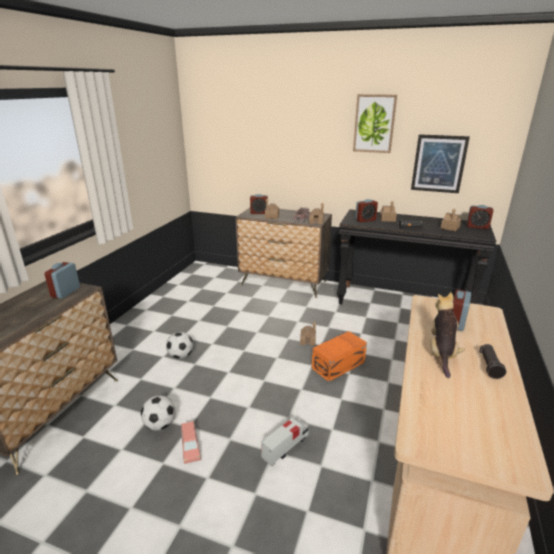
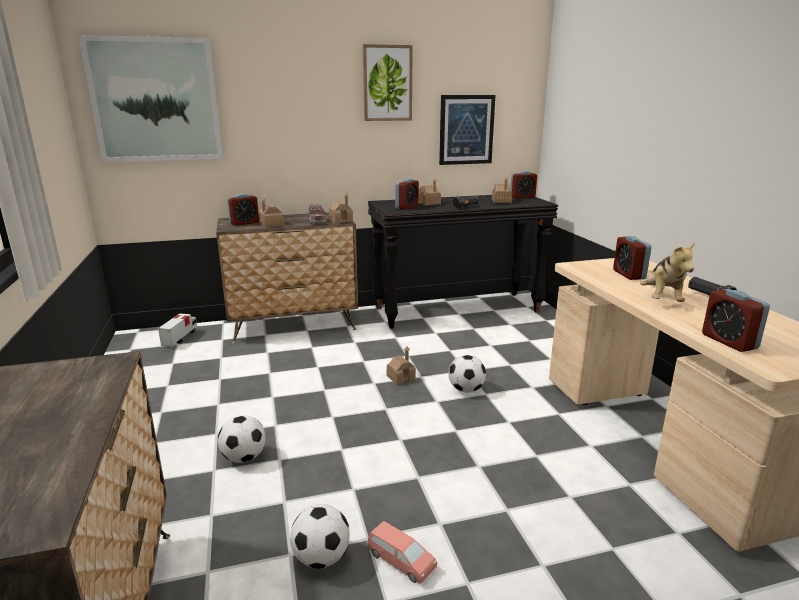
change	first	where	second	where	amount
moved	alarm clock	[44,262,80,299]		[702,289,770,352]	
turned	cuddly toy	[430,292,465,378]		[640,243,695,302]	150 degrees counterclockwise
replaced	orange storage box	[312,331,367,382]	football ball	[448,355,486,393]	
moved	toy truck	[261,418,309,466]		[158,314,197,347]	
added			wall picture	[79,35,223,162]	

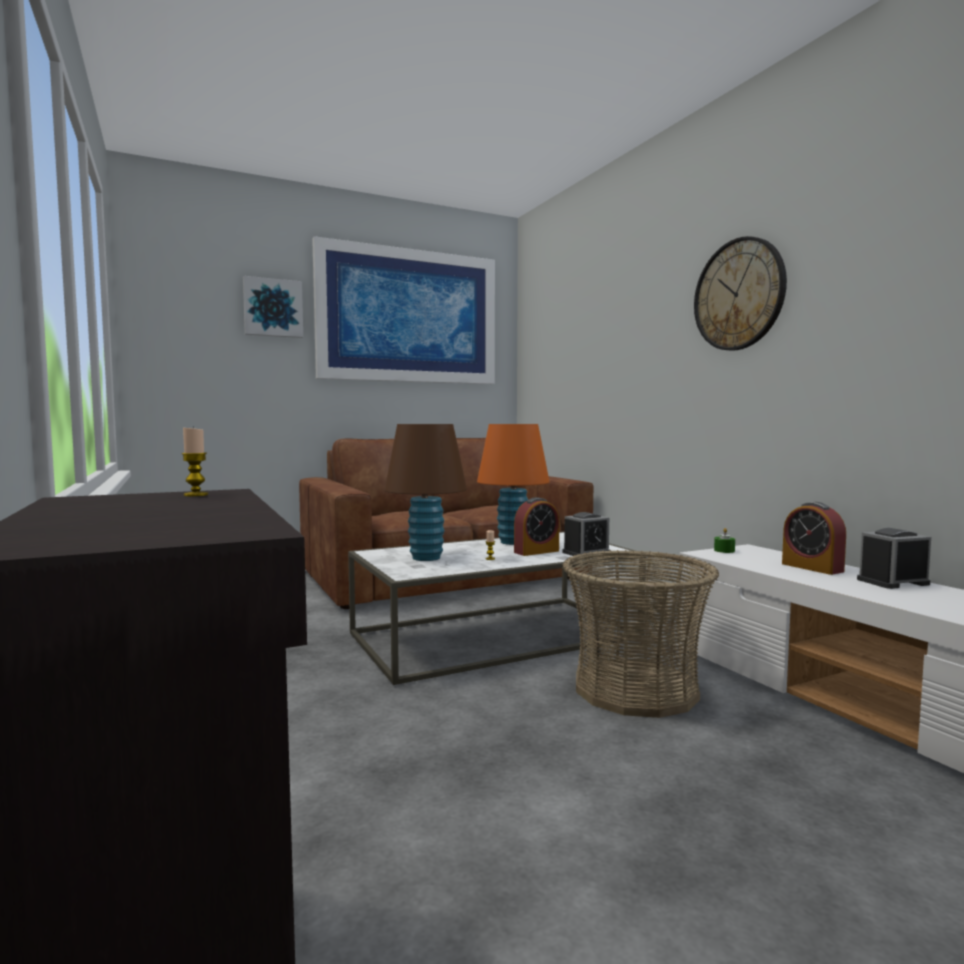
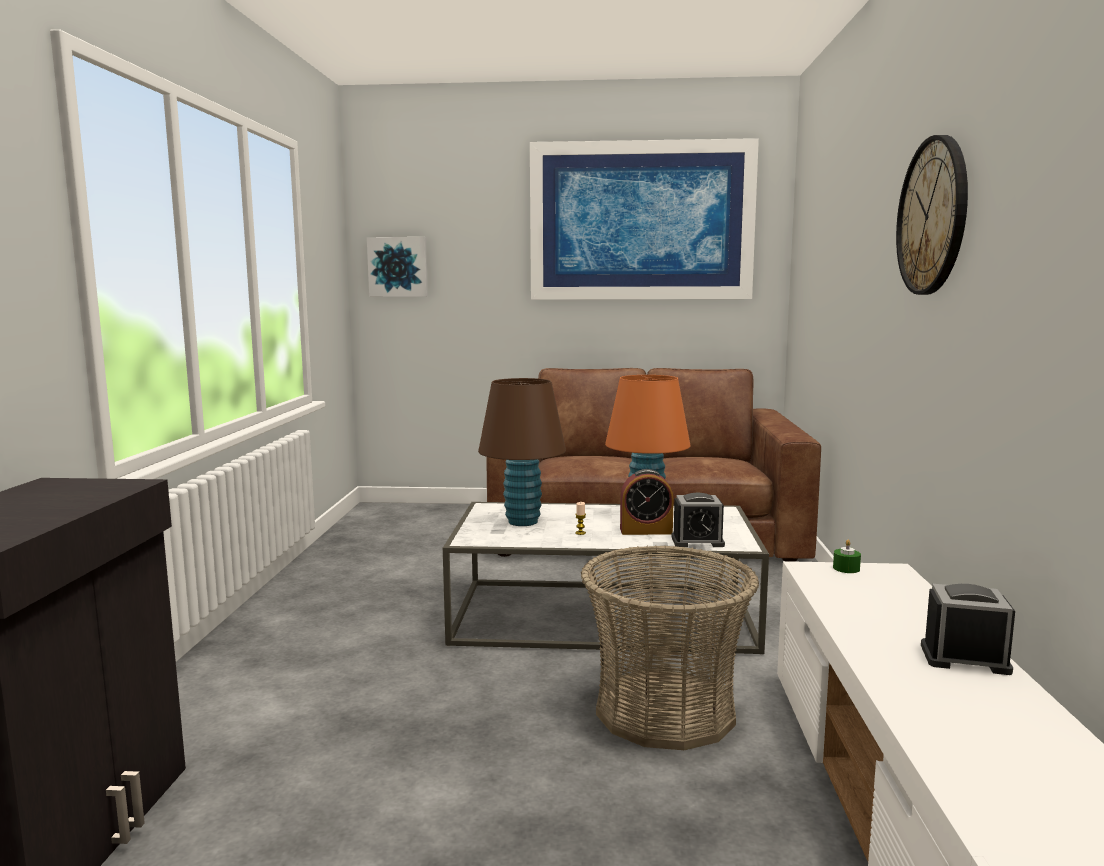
change	first	where	second	where	amount
moved	wall picture	[243,276,303,338]		[367,237,428,297]	
removed	wax light	[181,427,208,496]			
removed	alarm clock	[782,502,846,575]			

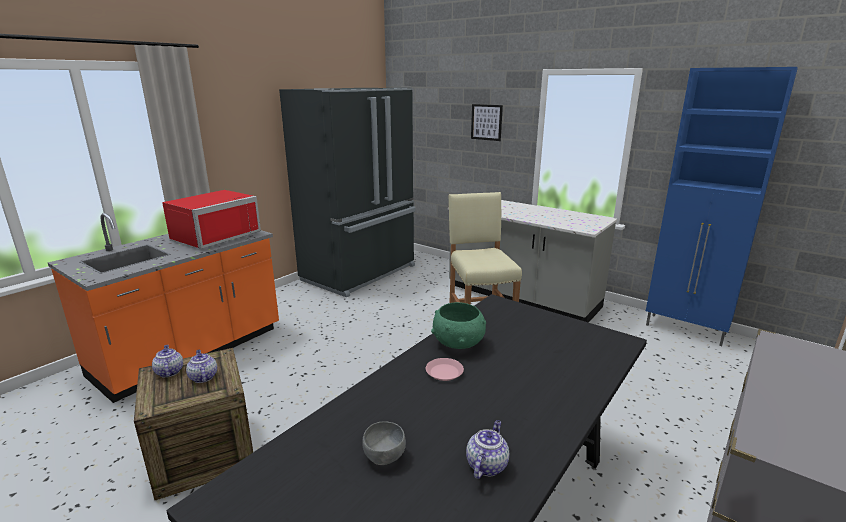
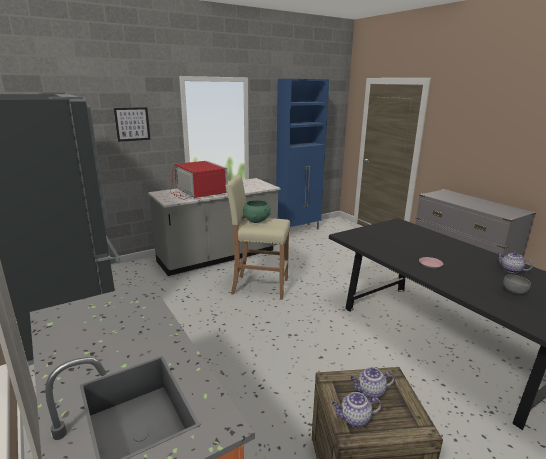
change	first	where	second	where	amount
moved	reddish microwave	[162,190,261,249]		[170,161,228,200]	
moved	green-coloured serving bowl	[431,302,486,349]		[243,200,271,223]	

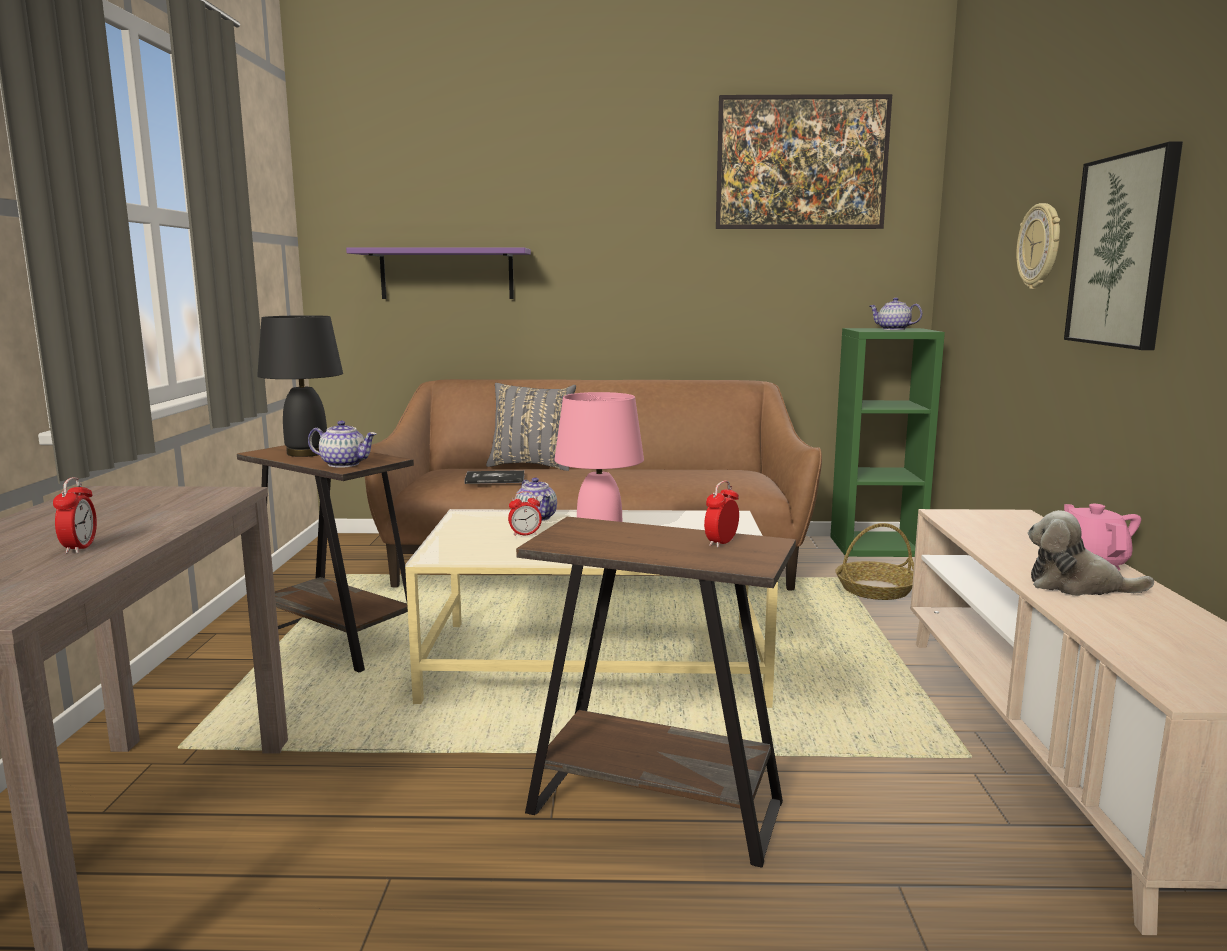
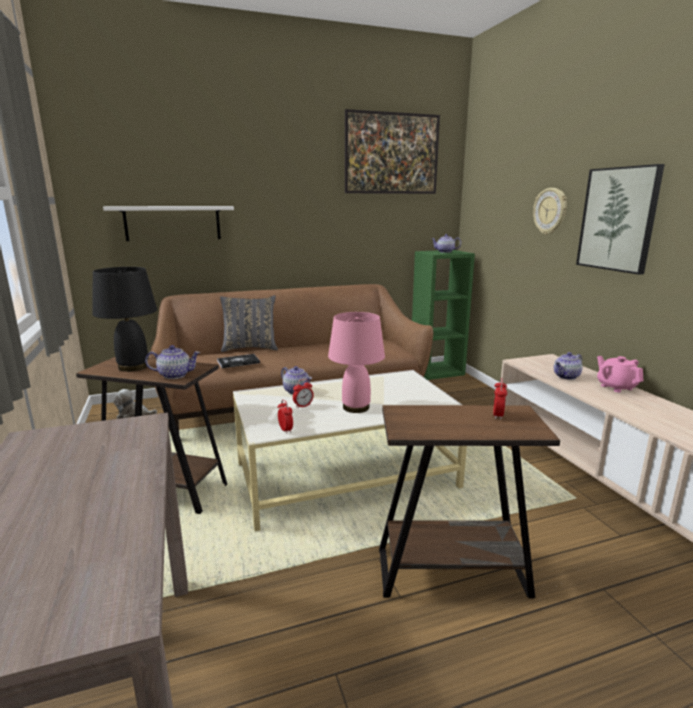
change	first	where	second	where	amount
recoloured	purplish bracket shelf	[346,247,531,299]	white bracket shelf	[103,206,234,241]	
moved	alarm clock	[53,477,97,554]		[278,400,293,434]	
moved	cuddly toy	[1028,510,1154,596]		[113,389,157,419]	
removed	basket	[835,523,914,600]			
added			teapot	[554,352,583,380]	

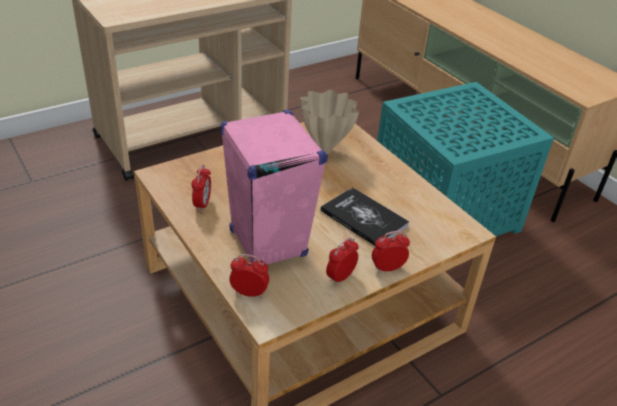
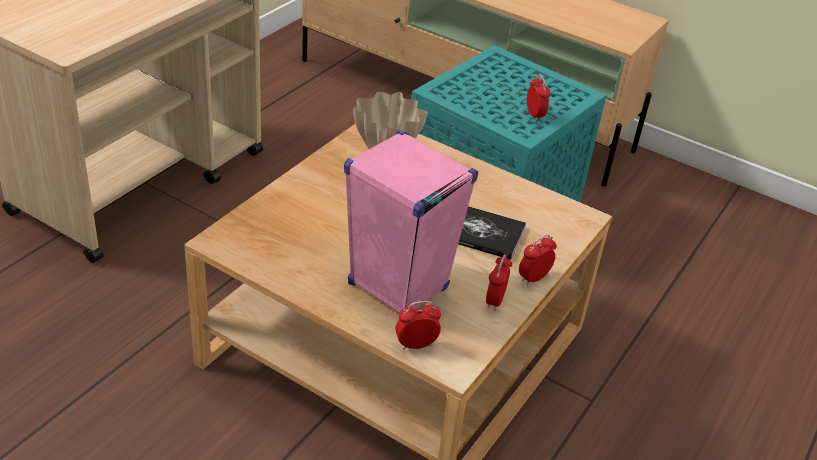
change	first	where	second	where	amount
moved	alarm clock	[191,165,211,212]		[527,74,550,121]	

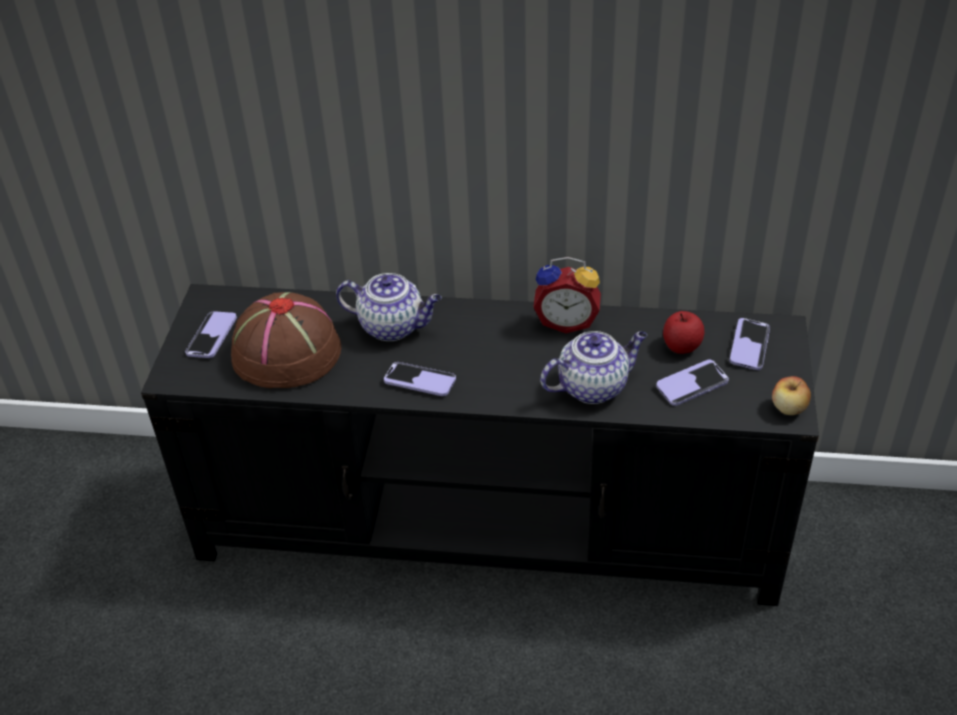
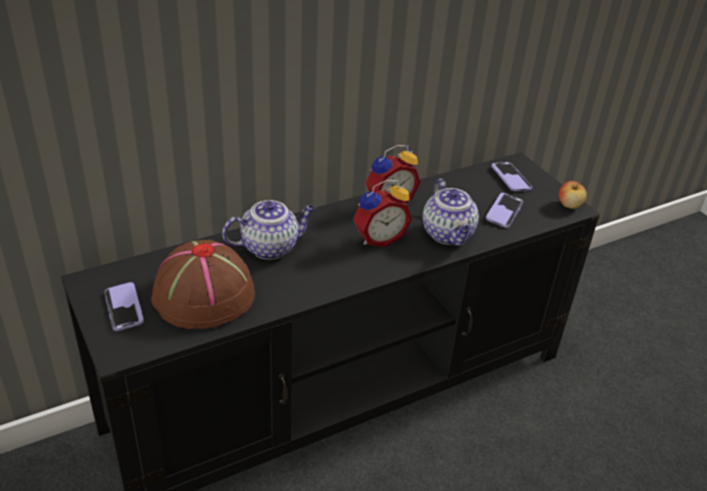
change	first	where	second	where	amount
removed	apple fruit	[663,311,704,354]			
turned	teapot	[540,331,647,404]		[422,179,479,246]	135 degrees clockwise
removed	handset	[384,362,456,396]			
added			alarm clock	[353,180,412,247]	

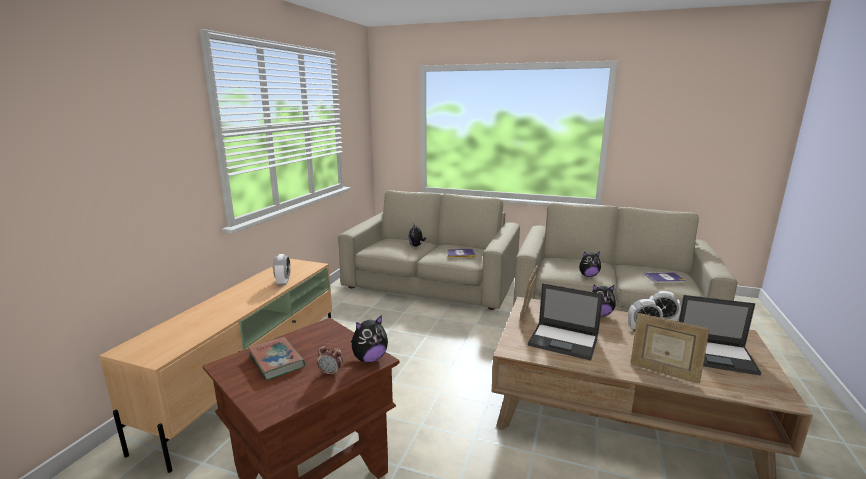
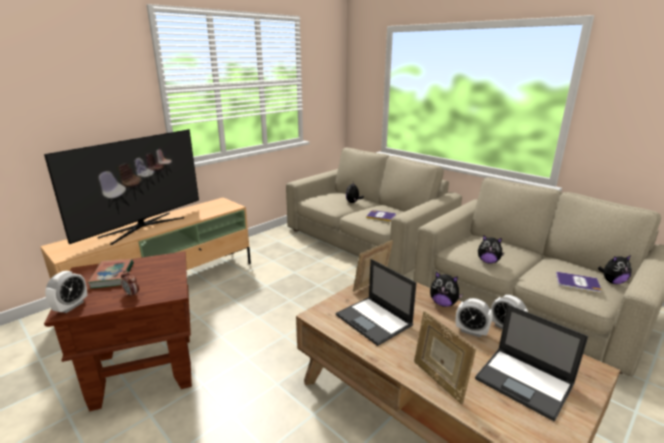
change	first	where	second	where	amount
moved	alarm clock	[273,254,291,285]		[45,271,87,313]	
moved	cuddly toy	[351,315,388,362]		[598,255,632,284]	
added			TV	[44,129,199,245]	

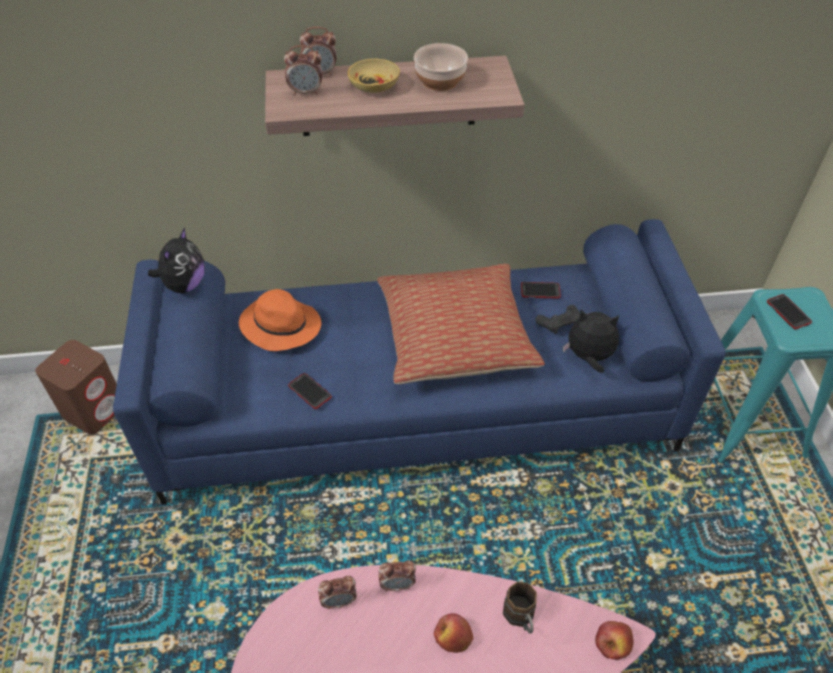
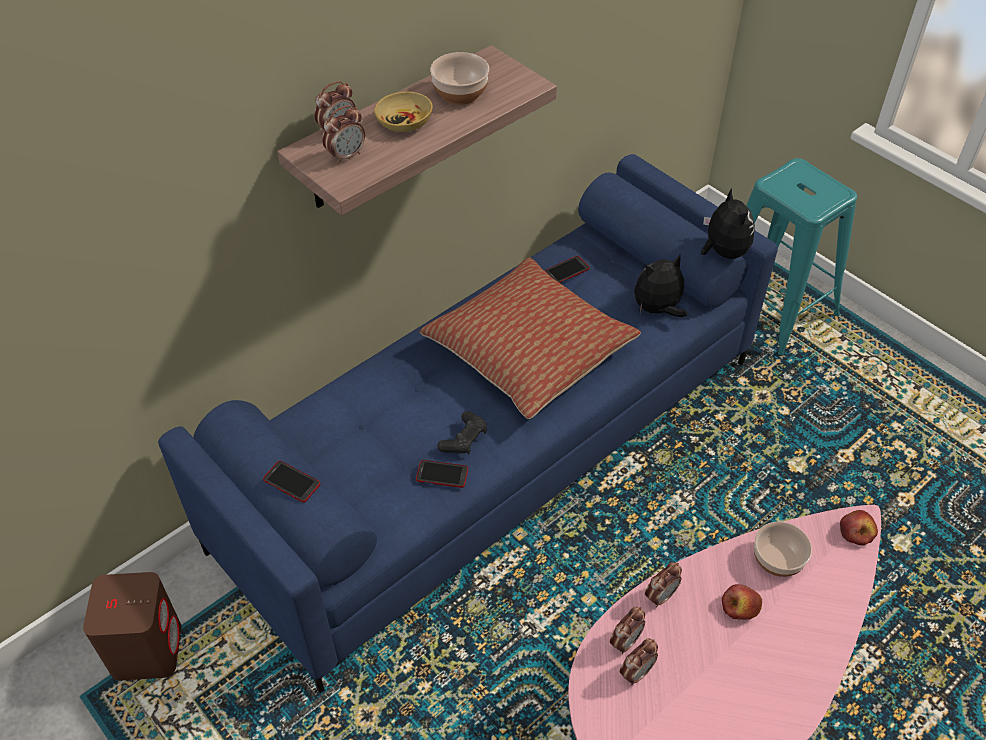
change	first	where	second	where	amount
moved	cuddly toy	[148,228,205,293]		[701,188,755,259]	
removed	orange hat	[239,289,321,351]			
moved	handset	[767,294,812,329]		[263,461,320,503]	
moved	black joypad	[535,305,580,334]		[437,411,487,454]	
replaced	brown-coloured tea mug	[503,581,537,634]	serving bowl	[754,522,812,577]	
added			alarm clock	[619,639,658,685]	

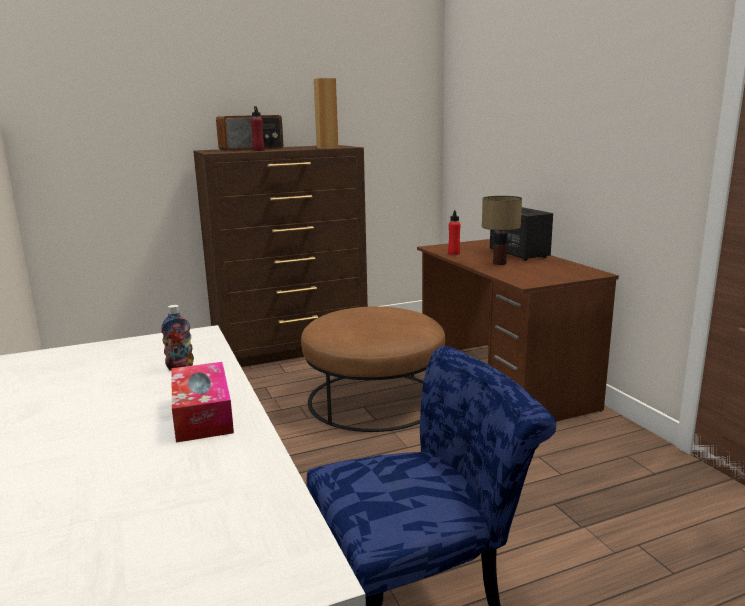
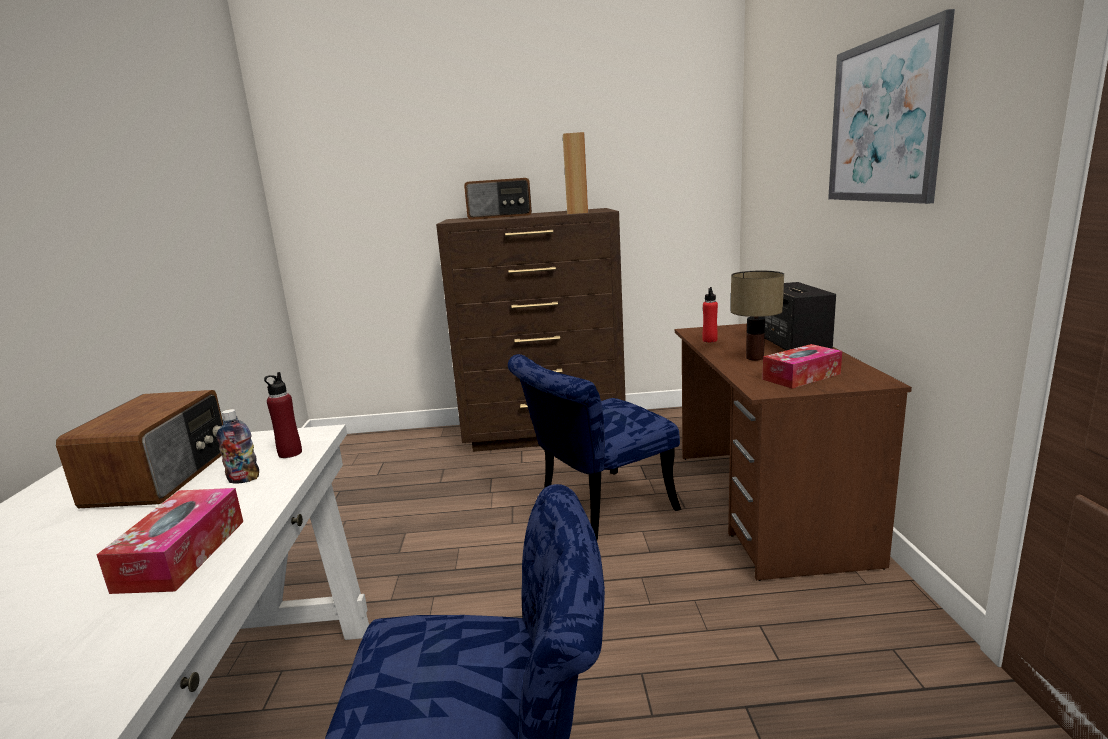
change	first	where	second	where	amount
moved	reddish bottle	[251,106,265,151]		[264,372,302,458]	
replaced	brown-coloured pouffe	[301,306,445,432]	bluish chair	[508,354,681,540]	
added			wall picture	[828,9,955,204]	
added			tissue box	[762,344,842,389]	
added			radio set	[56,390,223,508]	

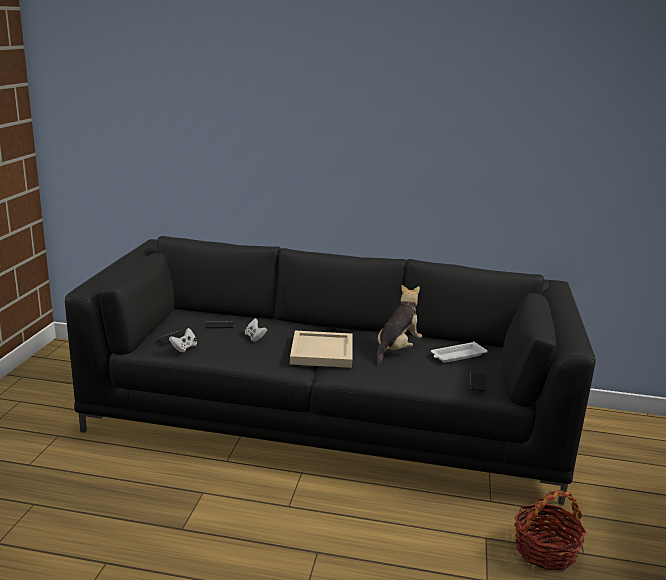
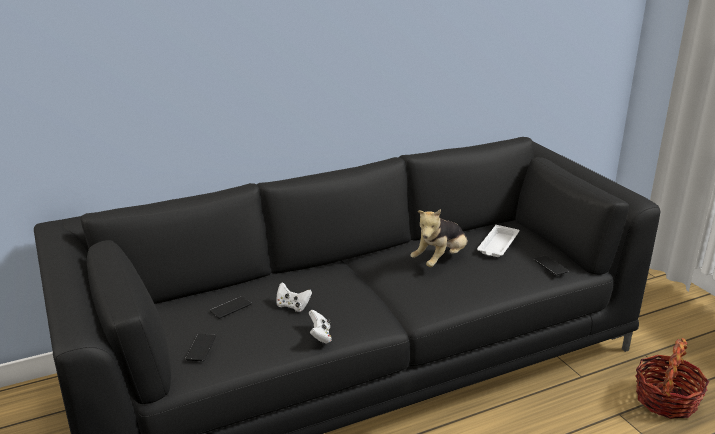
change	first	where	second	where	amount
turned	cuddly toy	[377,285,422,365]		[411,209,468,267]	135 degrees counterclockwise
moved	white joypad	[169,328,197,352]		[309,310,332,343]	
removed	beige carrying tray	[290,331,353,368]			

